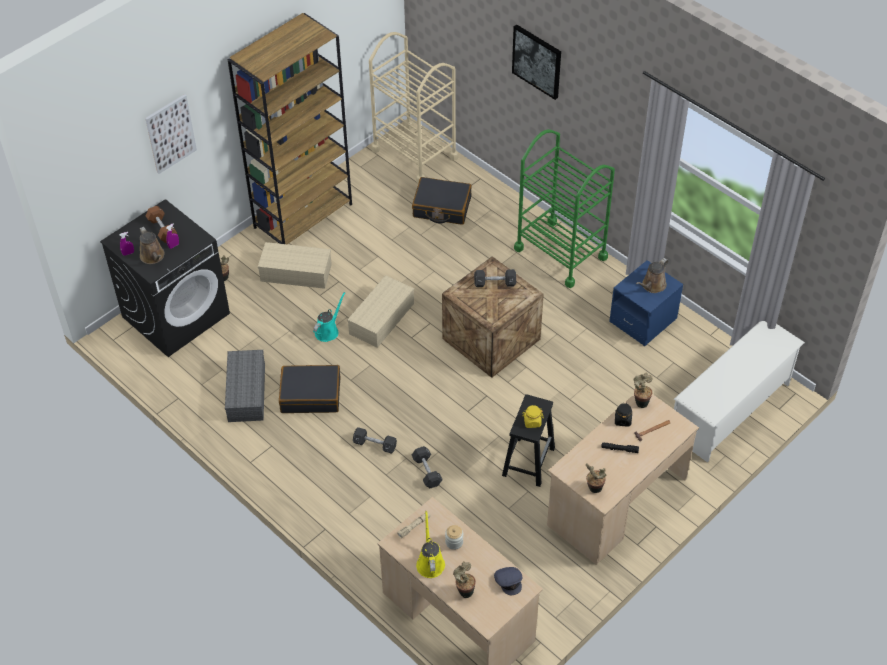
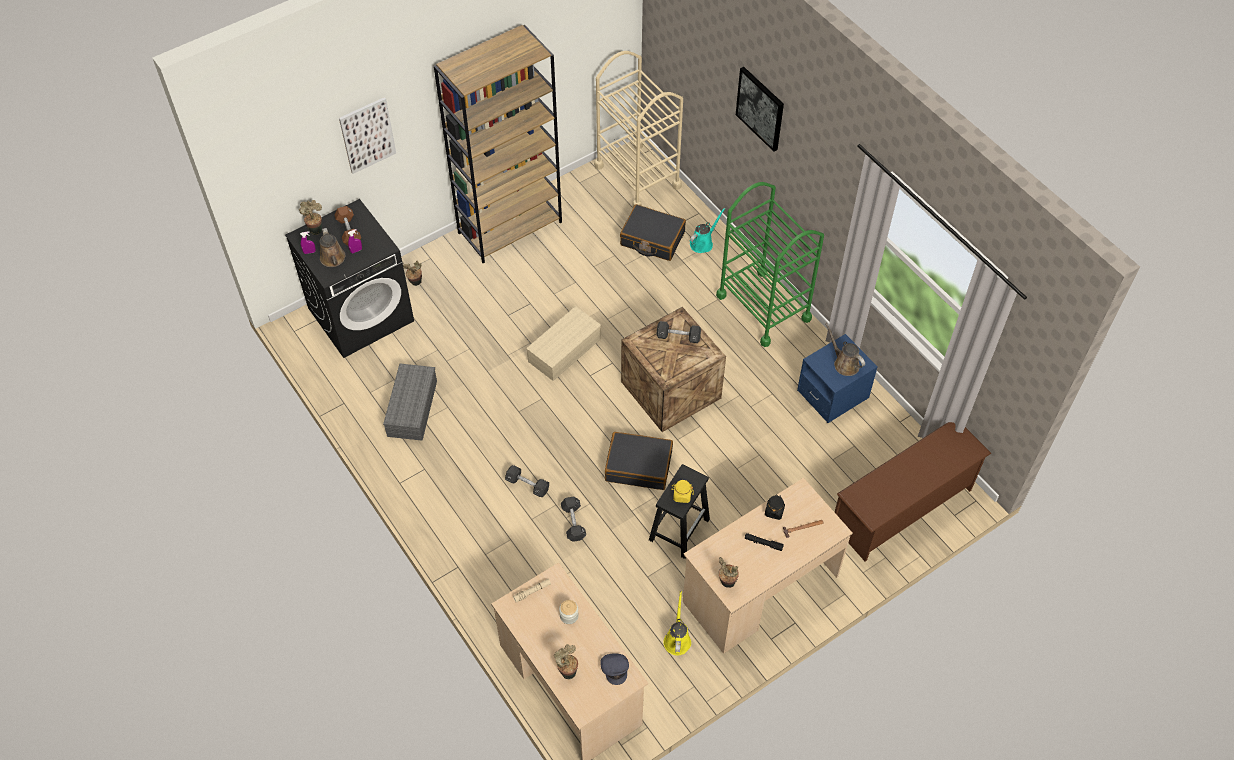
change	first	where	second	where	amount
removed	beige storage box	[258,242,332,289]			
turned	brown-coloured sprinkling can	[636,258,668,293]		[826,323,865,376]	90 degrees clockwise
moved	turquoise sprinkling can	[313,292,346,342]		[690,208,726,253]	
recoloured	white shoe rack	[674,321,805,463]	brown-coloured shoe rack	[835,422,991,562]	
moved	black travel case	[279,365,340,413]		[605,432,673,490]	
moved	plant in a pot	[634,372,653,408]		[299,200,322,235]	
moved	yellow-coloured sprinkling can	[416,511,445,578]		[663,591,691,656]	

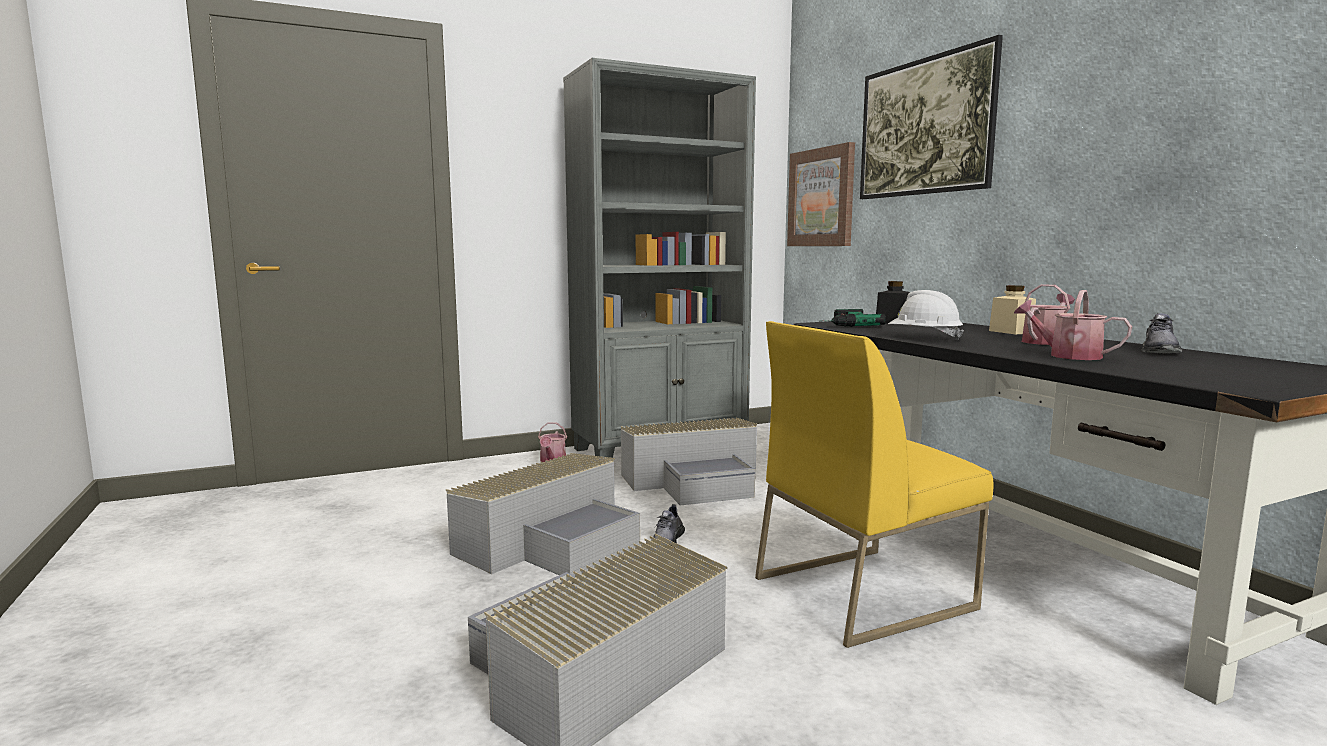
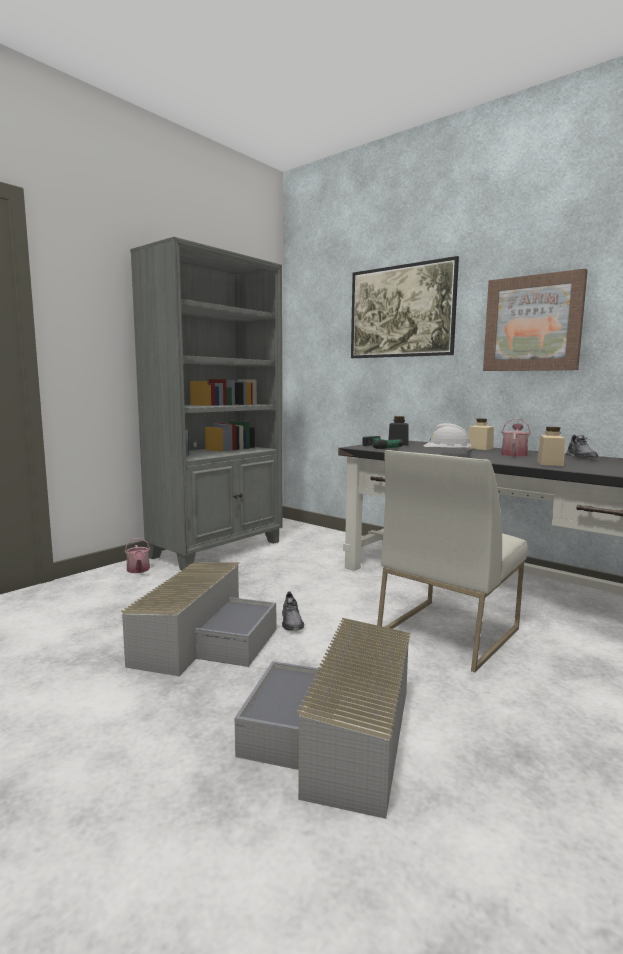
change	first	where	second	where	amount
moved	wall picture	[787,142,855,246]		[483,268,588,371]	
replaced	sprinkling can	[1014,290,1132,360]	beige jar	[537,427,565,466]	
recoloured	yellow-coloured chair	[755,321,993,648]	white chair	[377,450,528,672]	
removed	gray storage box	[621,418,757,506]			

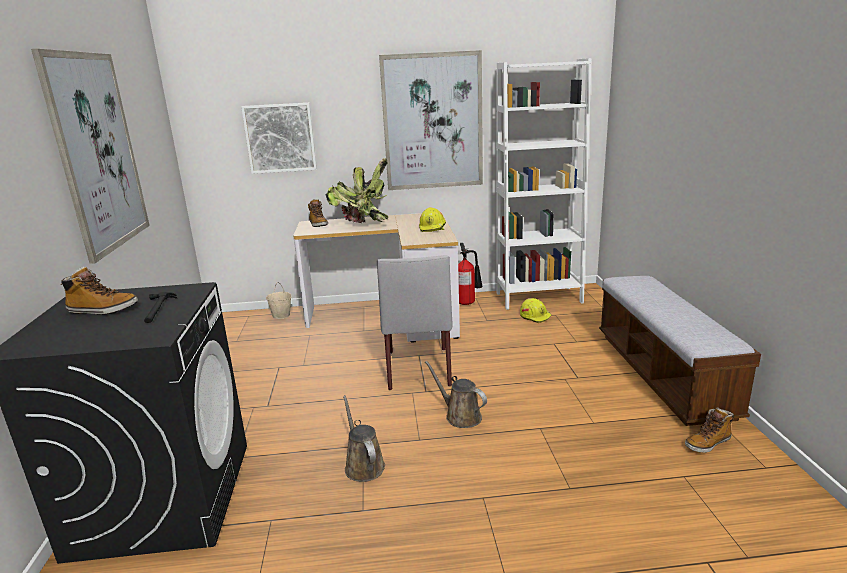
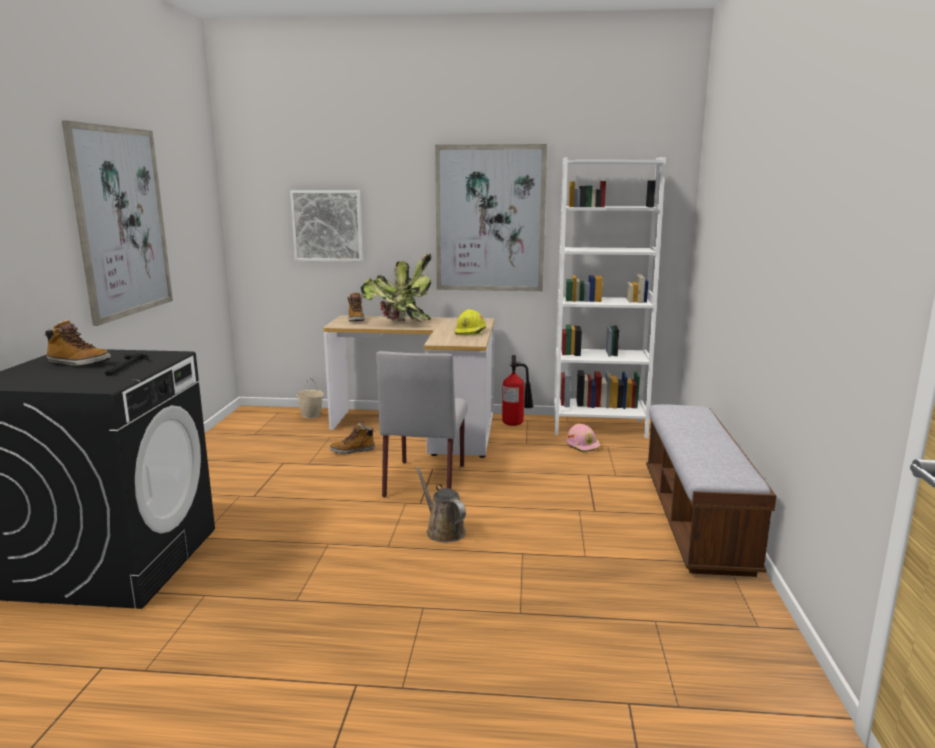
change	first	where	second	where	amount
recoloured	yellow-coloured safety helmet	[520,298,551,323]	pinkish safety helmet	[566,424,601,453]	
removed	brown-coloured sprinkling can	[343,395,385,482]			
moved	boot	[685,407,734,453]		[330,423,375,454]	

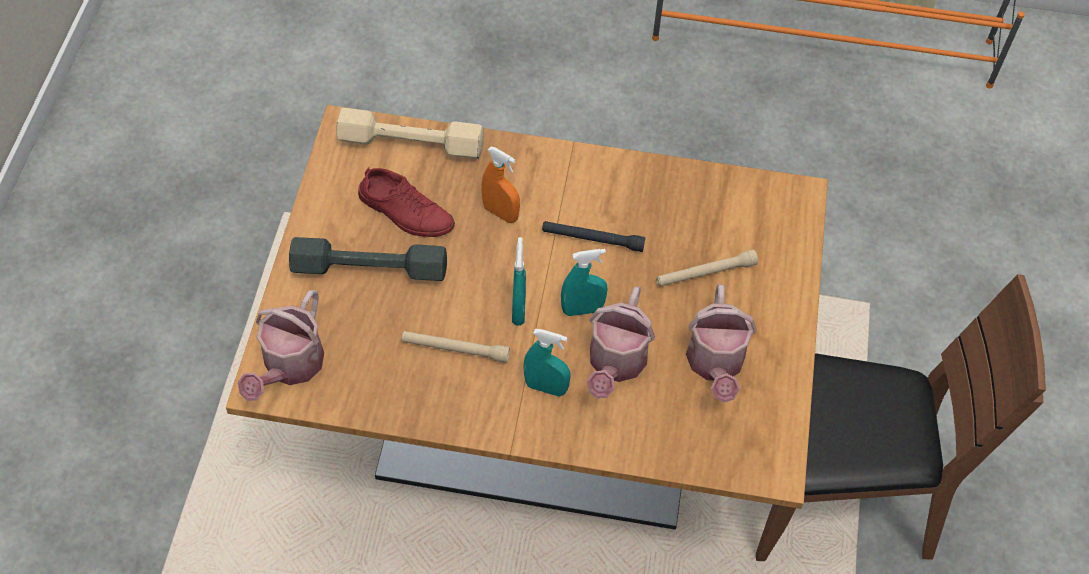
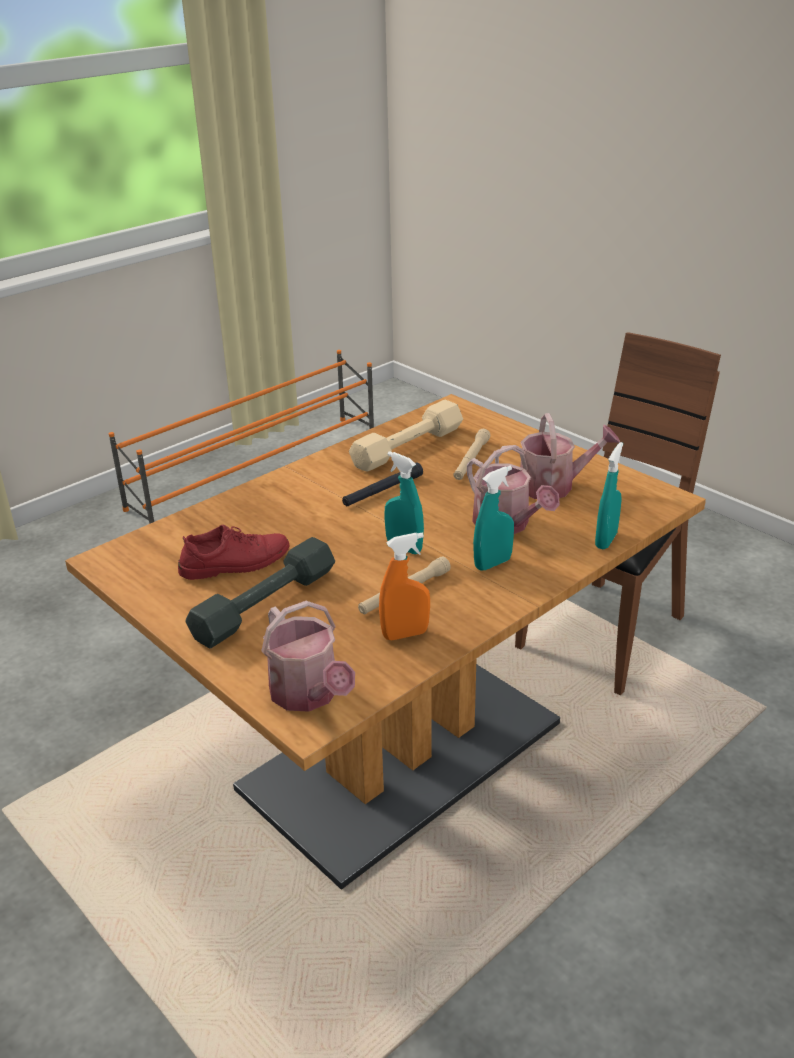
change	first	where	second	where	amount
moved	beige hand weight	[336,108,484,159]		[349,400,463,471]	
moved	orange hand sprayer	[481,147,520,223]		[379,532,430,640]	
moved	turquoise hand sprayer	[561,249,608,316]		[595,442,623,550]	
turned	sprinkling can	[686,284,756,403]		[495,413,620,499]	45 degrees counterclockwise

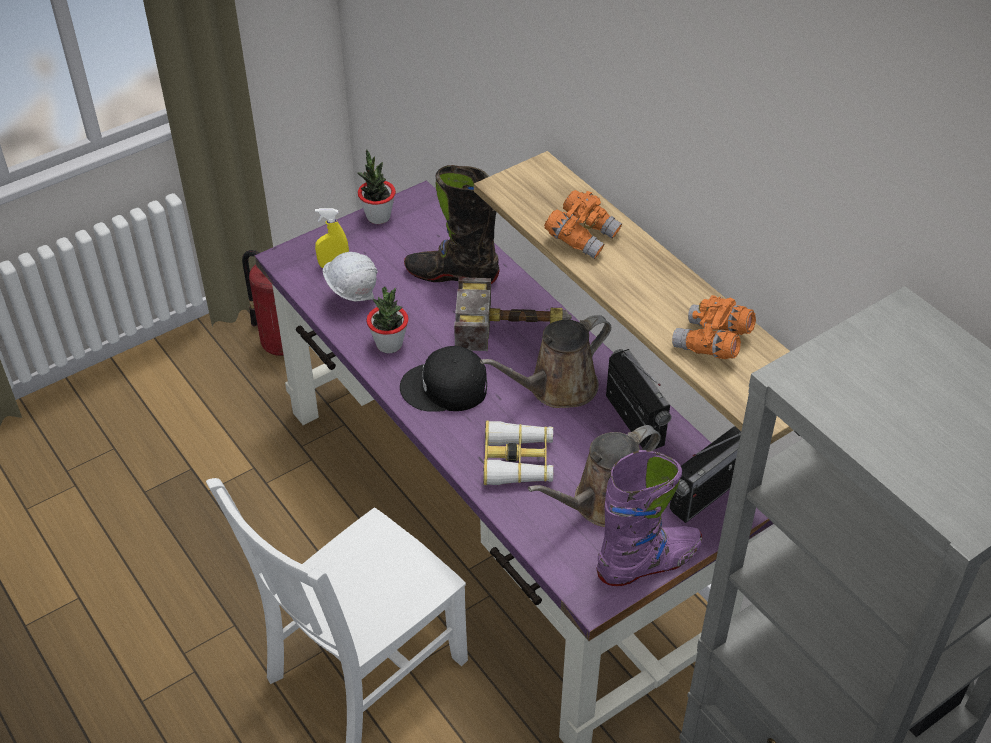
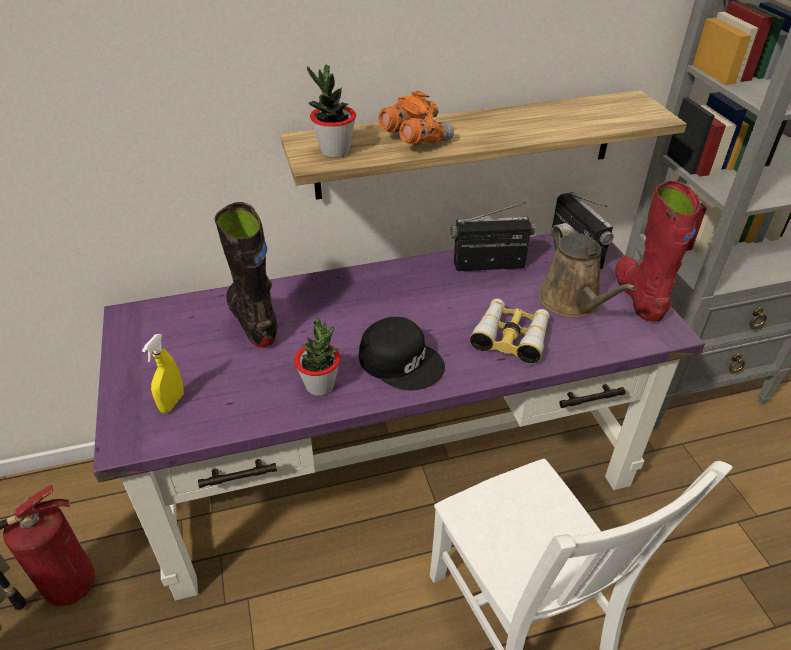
change	first	where	second	where	amount
moved	plant in a pot	[358,149,396,224]		[307,65,356,158]	
turned	black boot	[404,165,500,284]		[215,202,278,347]	120 degrees clockwise
removed	white safety helmet	[323,252,378,302]			
removed	hand hammer	[454,277,572,351]			
removed	orange pair of binoculars	[672,295,756,359]			
removed	brown-coloured sprinkling can	[480,315,611,408]			
turned	black baseball cap	[400,346,487,412]		[359,317,445,391]	75 degrees counterclockwise
recoloured	purplish boot	[597,450,703,586]	reddish boot	[615,181,701,322]	

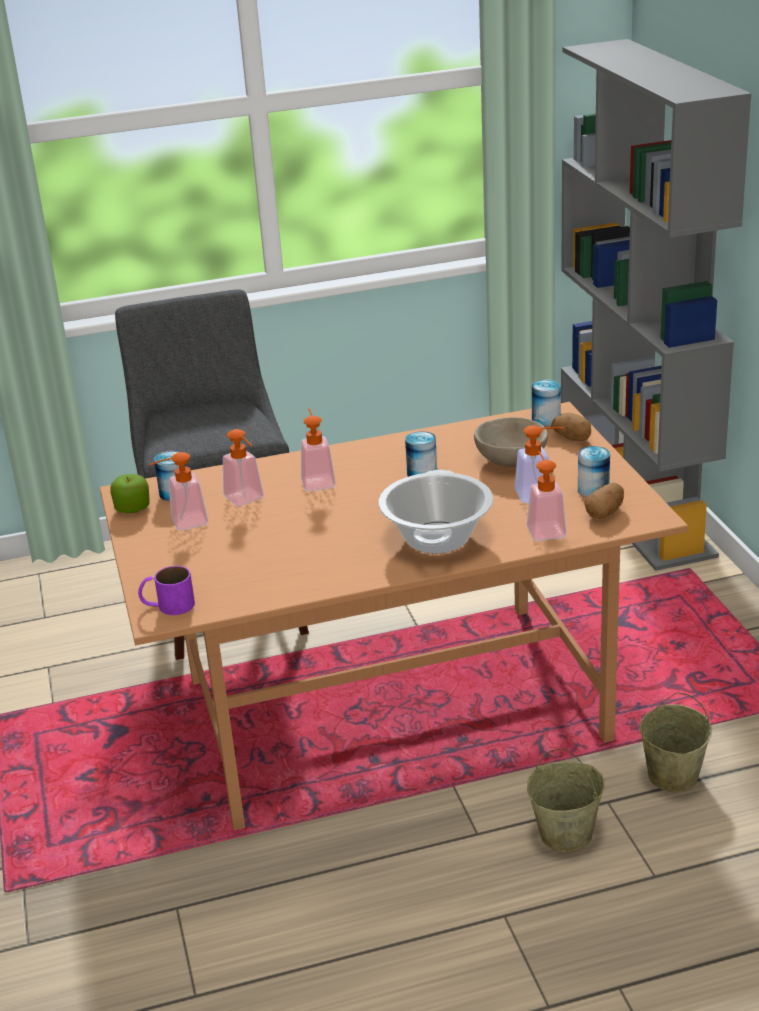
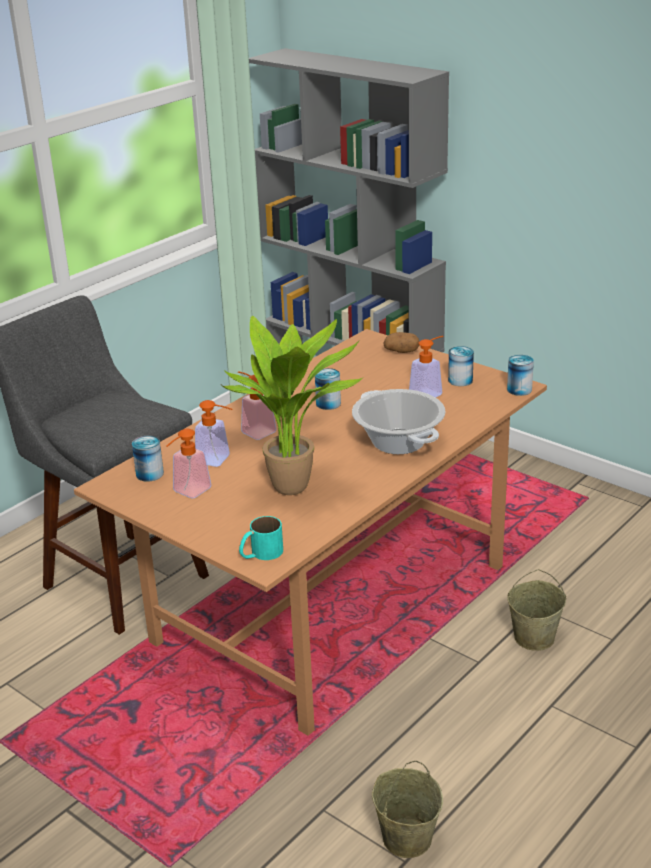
change	first	where	second	where	amount
moved	can	[532,379,561,426]		[507,355,534,396]	
removed	beige serving bowl	[474,417,548,467]			
removed	soap dispenser	[527,451,566,541]			
removed	apple fruit	[111,474,150,513]			
removed	potato	[585,483,624,519]			
recoloured	purplish tea mug	[138,566,195,615]	turquoise tea mug	[239,516,283,560]	
moved	beige water bucket	[640,692,712,792]		[372,761,443,858]	
added			plant in a pot	[220,316,363,495]	

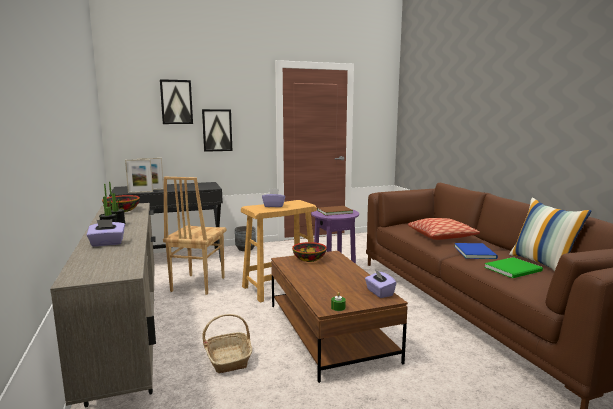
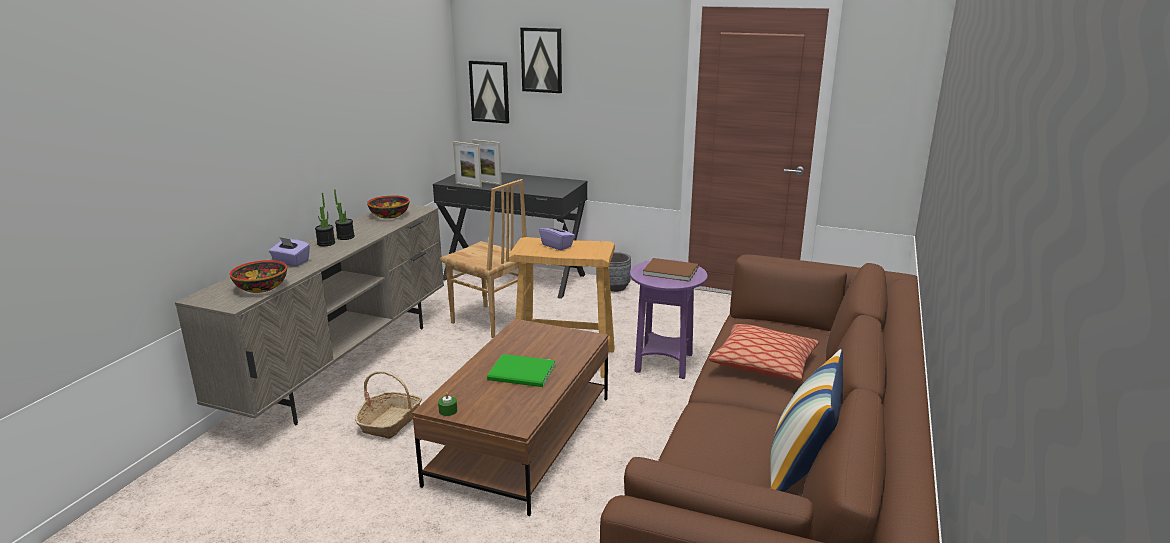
change	first	where	second	where	amount
moved	wall picture	[202,109,232,152]		[469,61,509,124]	
turned	brown-coloured chair	[163,177,226,295]		[440,179,527,338]	105 degrees counterclockwise
moved	serving bowl	[292,242,327,262]		[230,260,287,293]	
removed	bluish book	[454,243,498,259]			
moved	green-coloured book	[484,257,543,278]		[487,354,555,387]	
removed	purplish tissue box	[365,270,396,298]			

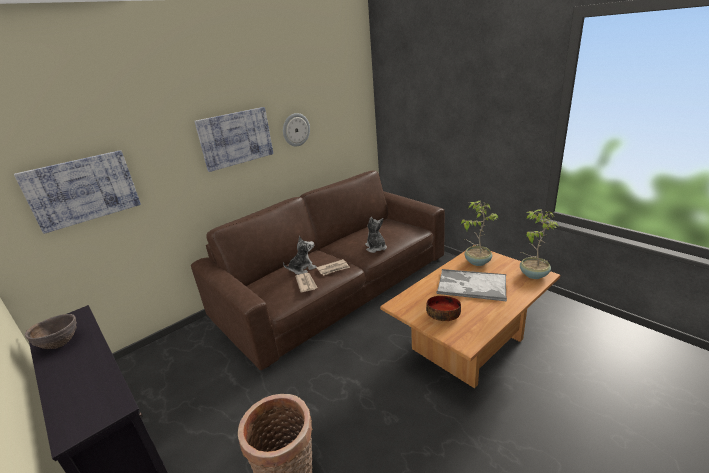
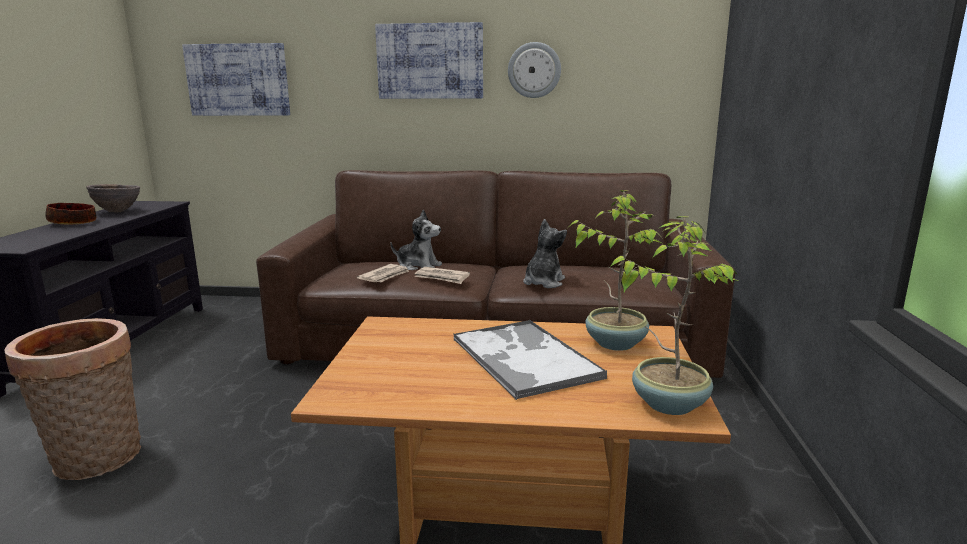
change	first	where	second	where	amount
moved	serving bowl	[426,296,461,321]		[45,203,96,224]	

